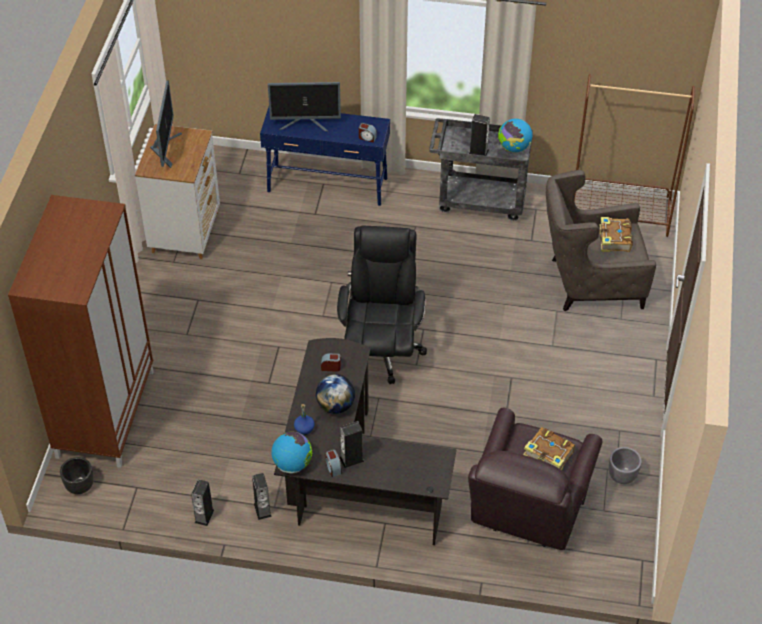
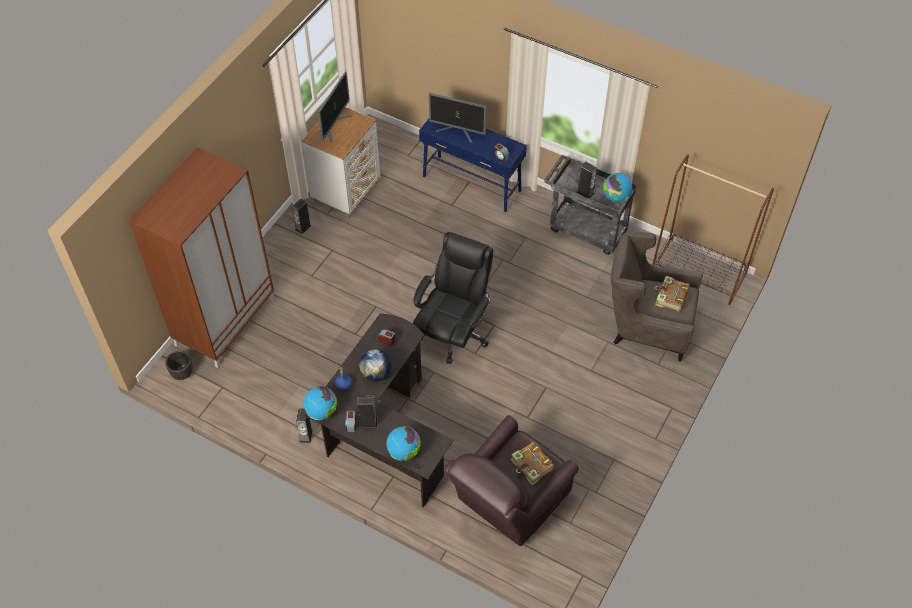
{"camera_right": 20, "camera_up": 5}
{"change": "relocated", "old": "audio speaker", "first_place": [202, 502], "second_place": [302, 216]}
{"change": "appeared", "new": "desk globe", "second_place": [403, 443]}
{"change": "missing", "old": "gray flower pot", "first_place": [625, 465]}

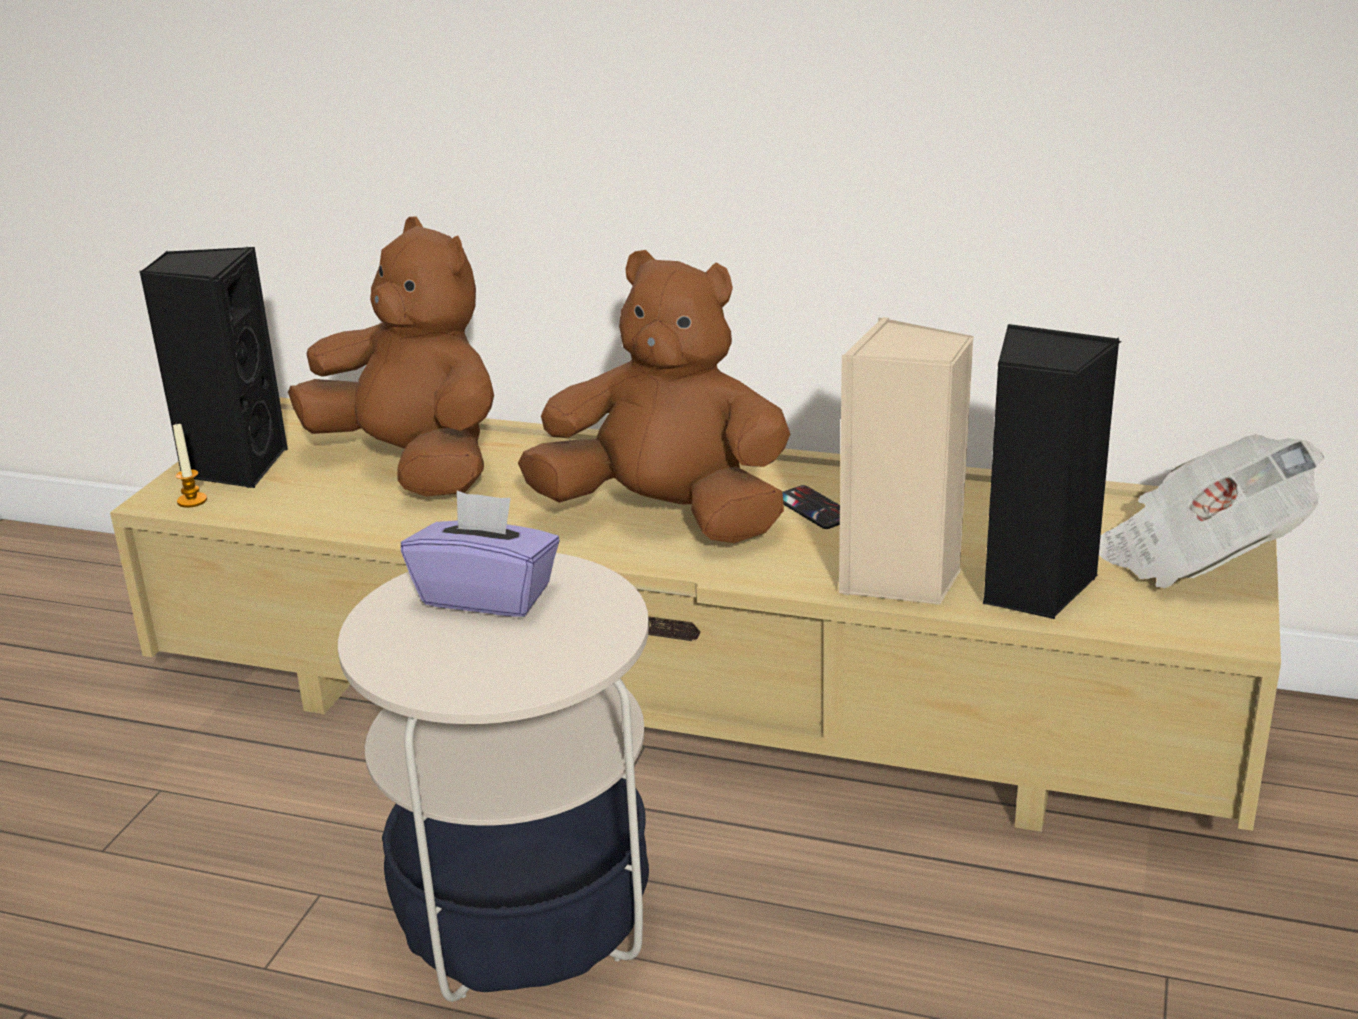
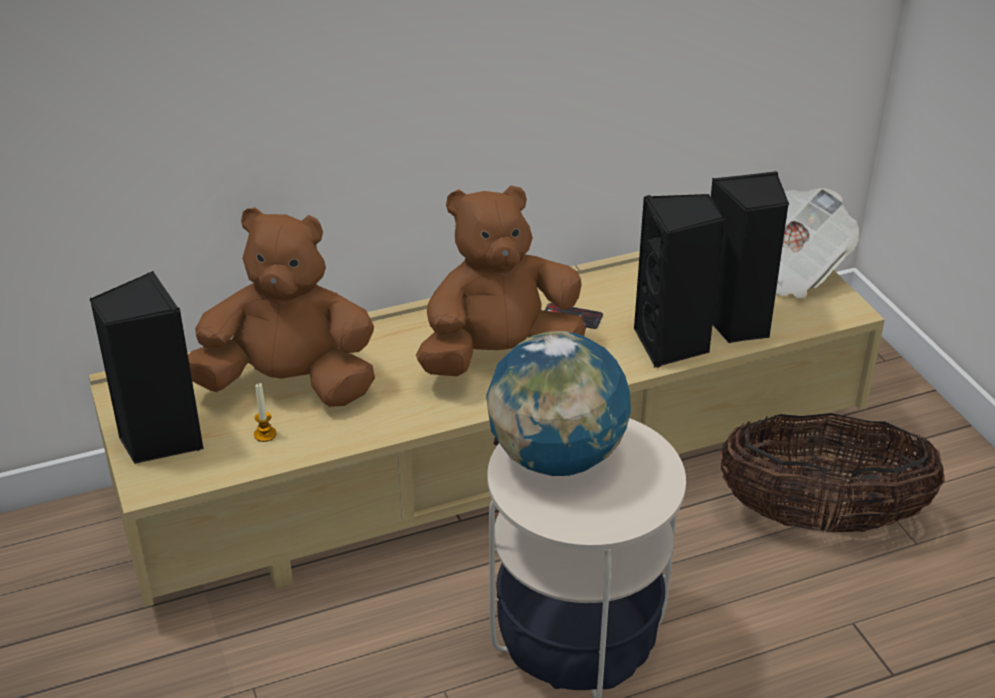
{"camera_right": -40, "camera_up": 10}
{"change": "relocated", "old": "wax light", "first_place": [190, 465], "second_place": [265, 412]}
{"change": "exchanged", "old": "purple-coloured tissue holder", "new": "desk globe", "first_place": [480, 554], "second_place": [558, 403]}
{"change": "colour", "old": "beige-coloured audio speaker", "new": "black audio speaker", "first_place": [906, 461], "second_place": [679, 281]}
{"change": "appeared", "new": "storage basket", "second_place": [832, 472]}

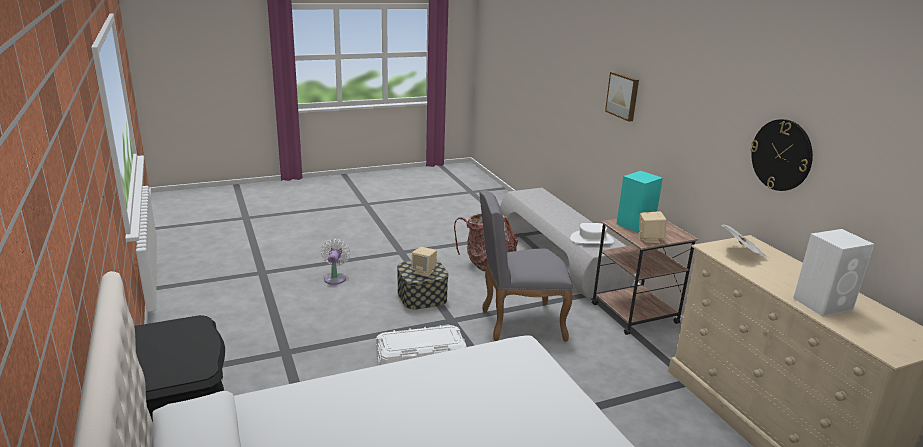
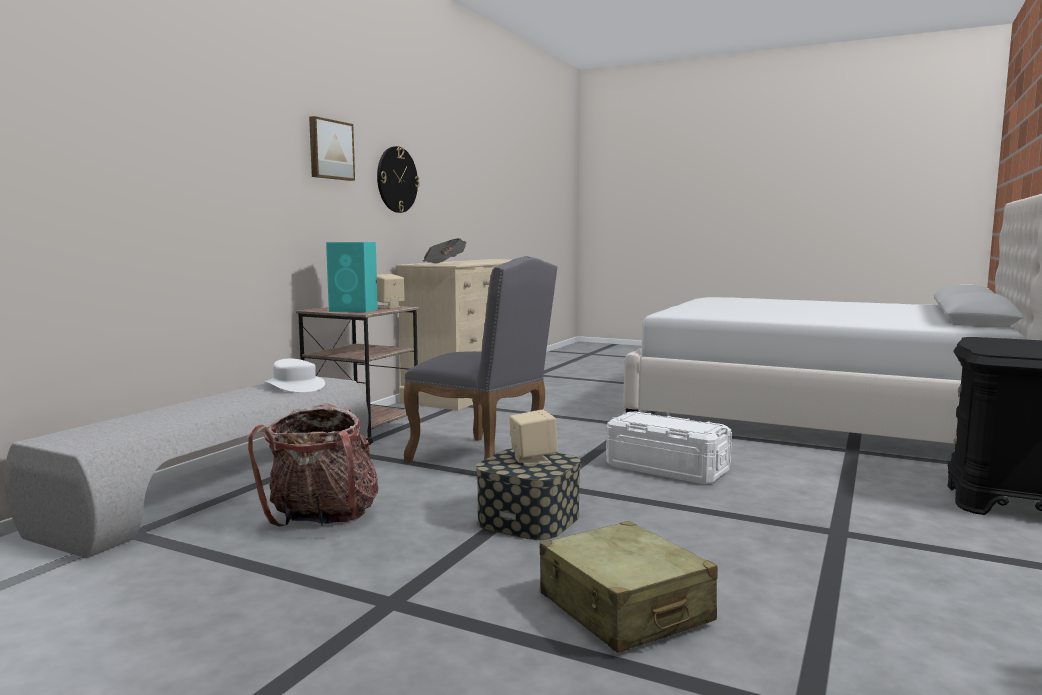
{"camera_right": -130, "camera_up": -15}
{"change": "relocated", "old": "wall picture", "first_place": [622, 97], "second_place": [332, 148]}
{"change": "exchanged", "old": "white-coloured cooling fan", "new": "beige-coloured suitcase", "first_place": [335, 262], "second_place": [629, 587]}
{"change": "missing", "old": "white-coloured audio speaker", "first_place": [833, 272]}

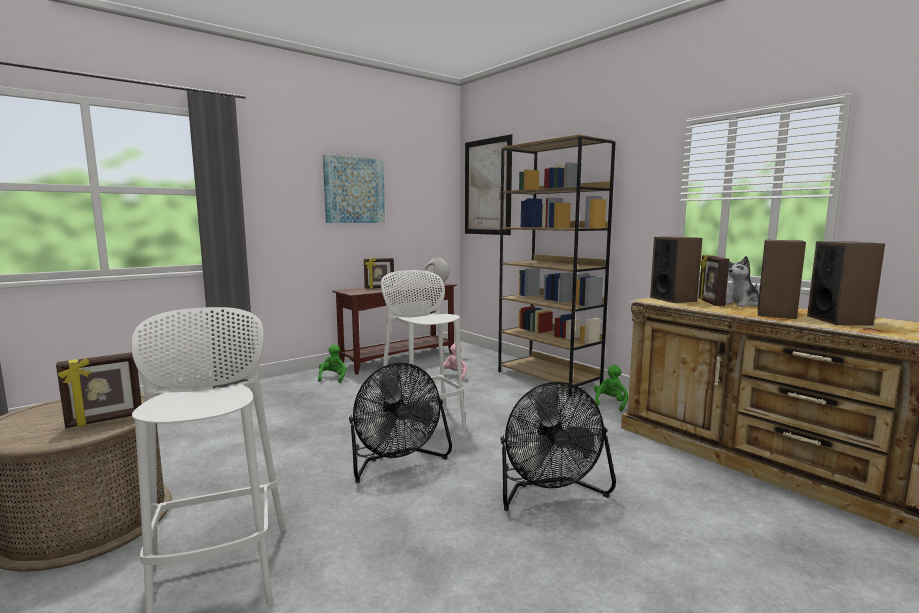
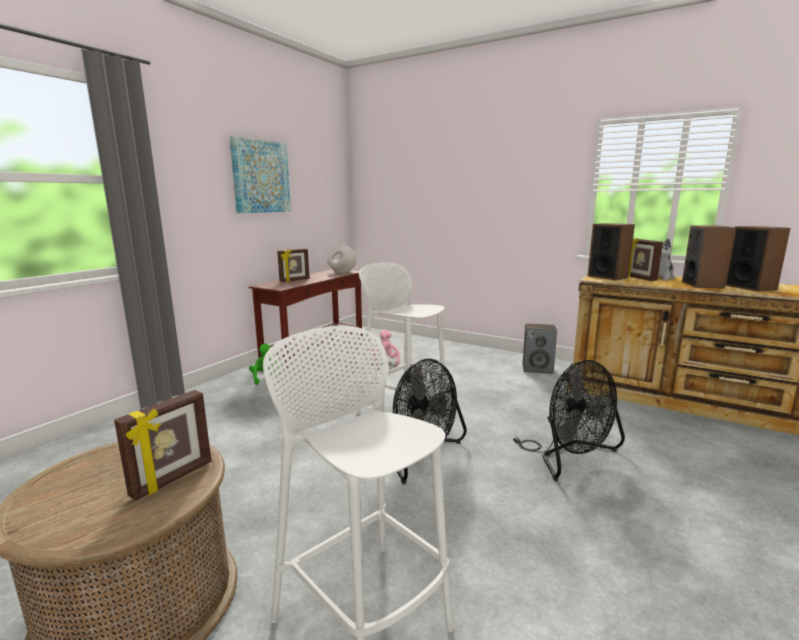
{"camera_right": -20, "camera_up": 5}
{"change": "exchanged", "old": "green plush toy", "new": "audio speaker", "first_place": [611, 388], "second_place": [540, 348]}
{"change": "missing", "old": "wall picture", "first_place": [488, 184]}
{"change": "missing", "old": "brown bookcase", "first_place": [557, 265]}

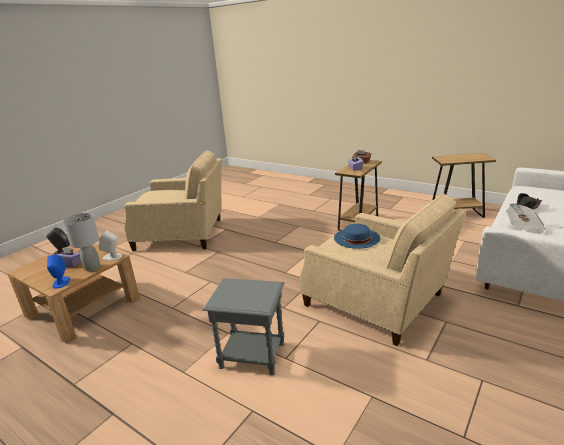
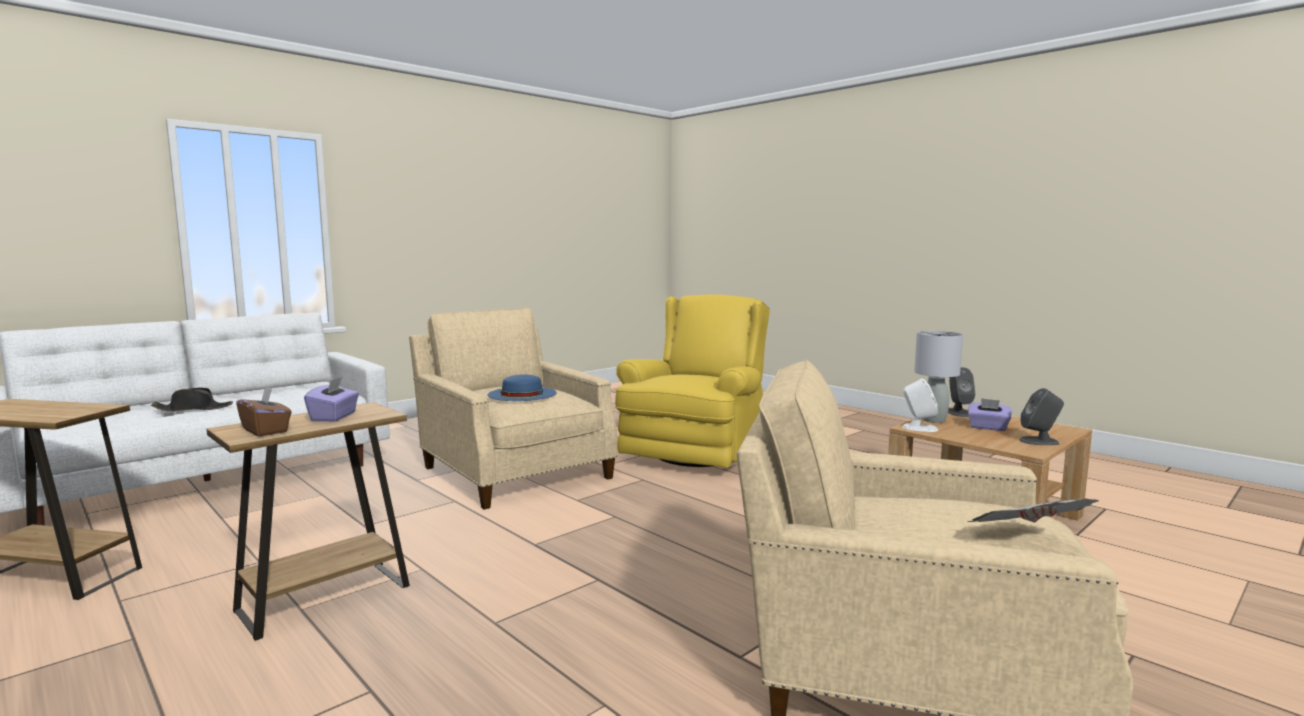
{"camera_right": -170, "camera_up": -15}
{"change": "exchanged", "old": "gray end table", "new": "yellow lounge chair", "first_place": [243, 326], "second_place": [692, 381]}
{"change": "colour", "old": "blue-coloured audio speaker", "new": "gray audio speaker", "first_place": [58, 272], "second_place": [961, 392]}
{"change": "relocated", "old": "daily paper", "first_place": [526, 218], "second_place": [1033, 510]}

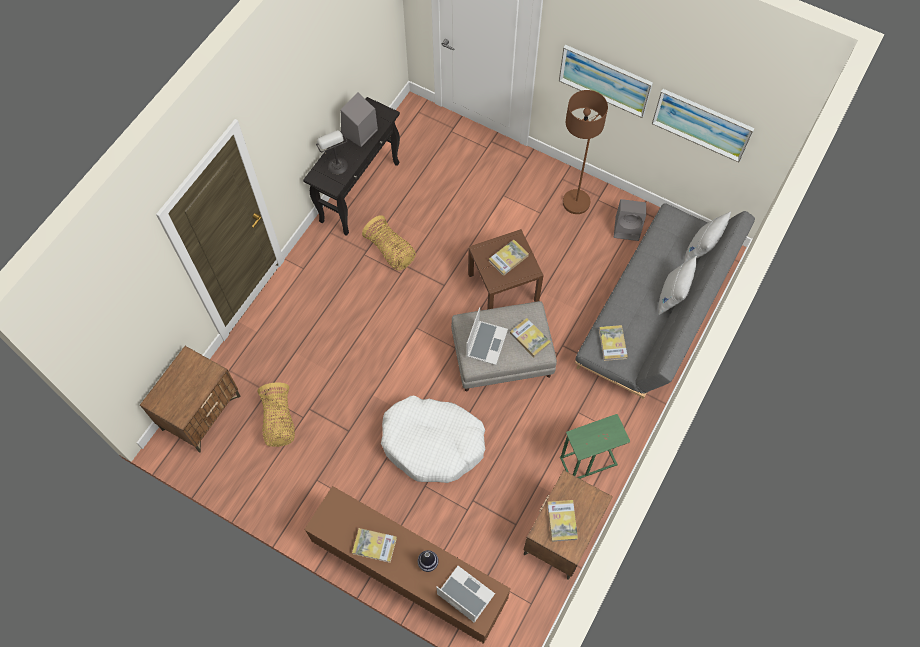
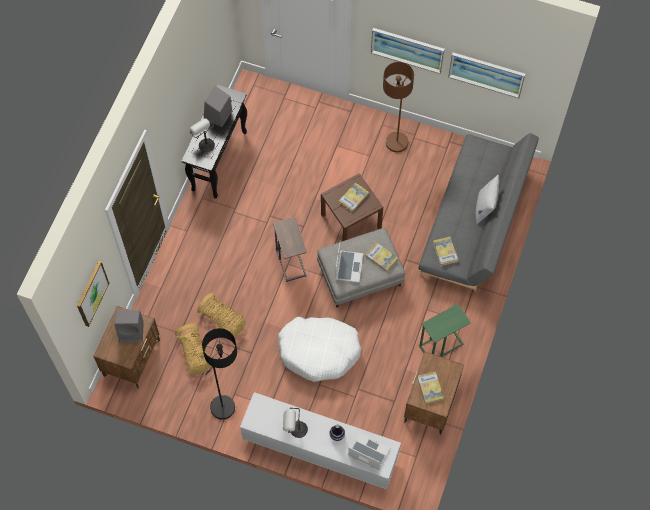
{"camera_right": -10, "camera_up": 0}
{"change": "appeared", "new": "wall picture", "second_place": [93, 294]}
{"change": "relocated", "old": "gray audio speaker", "first_place": [630, 220], "second_place": [129, 326]}
{"change": "relocated", "old": "storage basket", "first_place": [389, 243], "second_place": [221, 315]}
{"change": "appeared", "new": "black standing lamp", "second_place": [219, 374]}
{"change": "colour", "old": "brown tv unit", "new": "white-coloured tv unit", "first_place": [407, 565], "second_place": [320, 441]}
{"change": "appeared", "new": "brown end table", "second_place": [290, 249]}
{"change": "exchanged", "old": "book", "new": "table lamp", "first_place": [374, 545], "second_place": [295, 423]}
{"change": "missing", "old": "gray throw pillow", "first_place": [707, 237]}

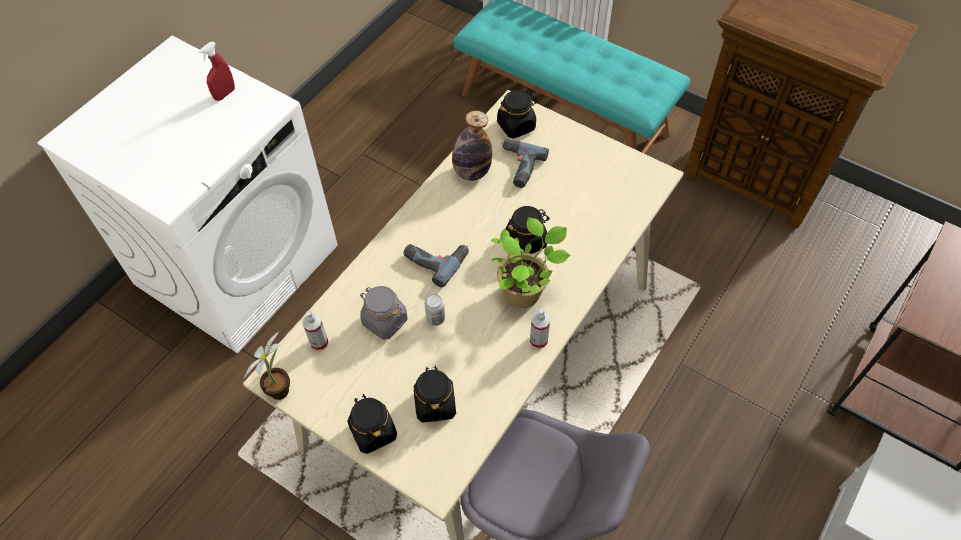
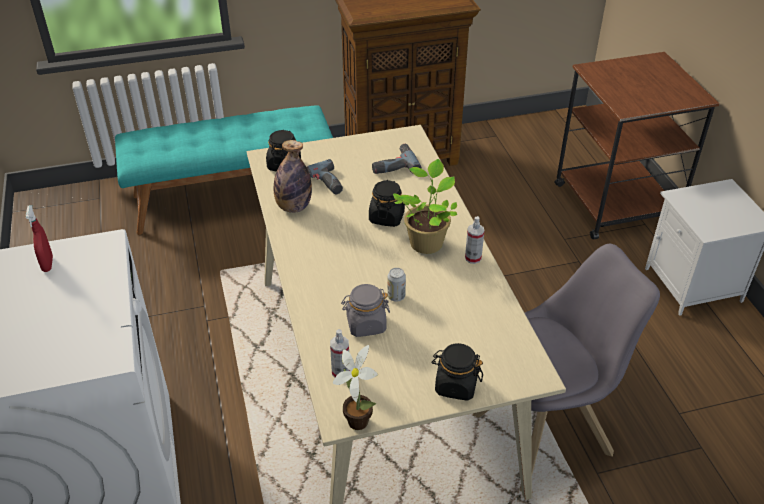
{"camera_right": -50, "camera_up": -15}
{"change": "relocated", "old": "drill", "first_place": [436, 266], "second_place": [397, 159]}
{"change": "missing", "old": "black jar", "first_place": [435, 393]}

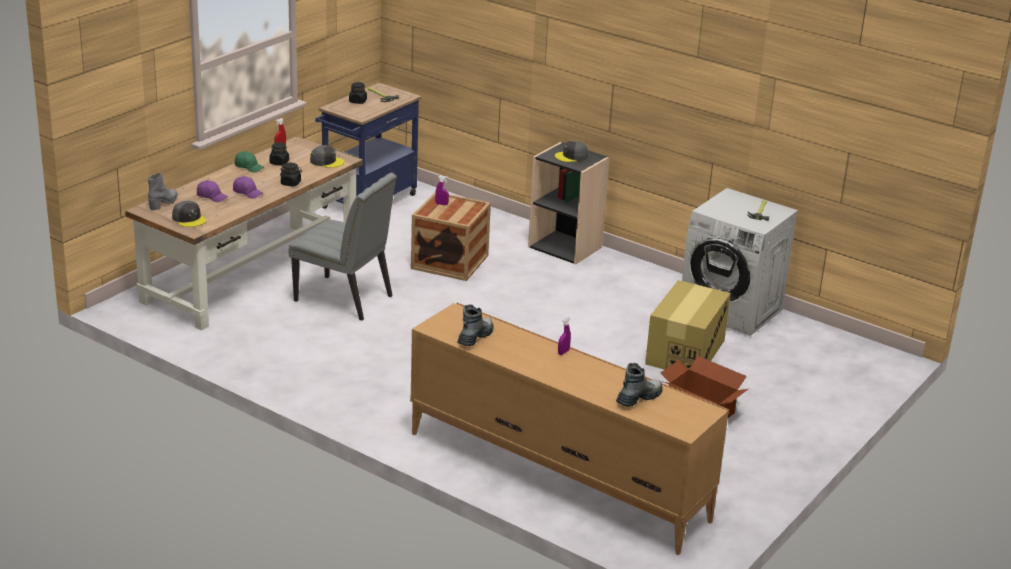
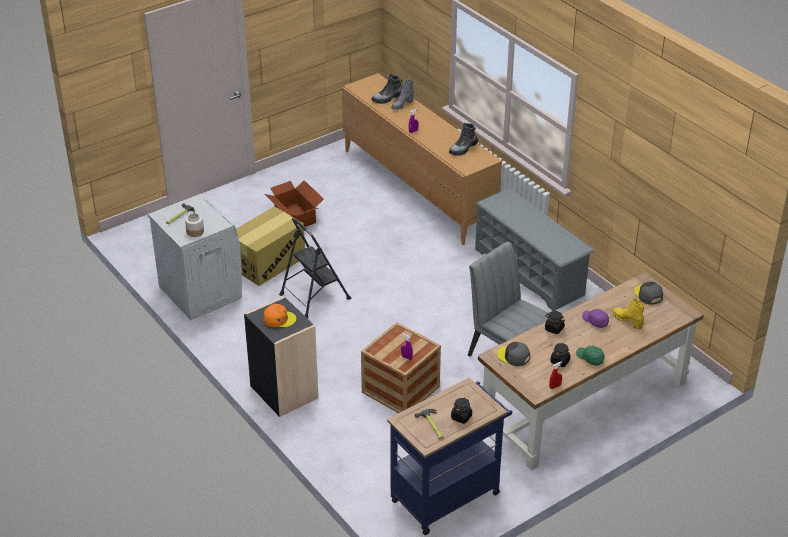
{"camera_right": -160, "camera_up": 10}
{"change": "appeared", "new": "jar", "second_place": [194, 225]}
{"change": "colour", "old": "gray cap", "new": "orange-coloured cap", "first_place": [571, 151], "second_place": [280, 315]}
{"change": "appeared", "new": "black stepladder", "second_place": [315, 267]}
{"change": "relocated", "old": "gray boot", "first_place": [162, 192], "second_place": [402, 95]}
{"change": "appeared", "new": "gray shoe stand", "second_place": [534, 249]}
{"change": "exchanged", "old": "purple-coloured cap", "new": "yellow boot", "first_place": [212, 191], "second_place": [628, 314]}

